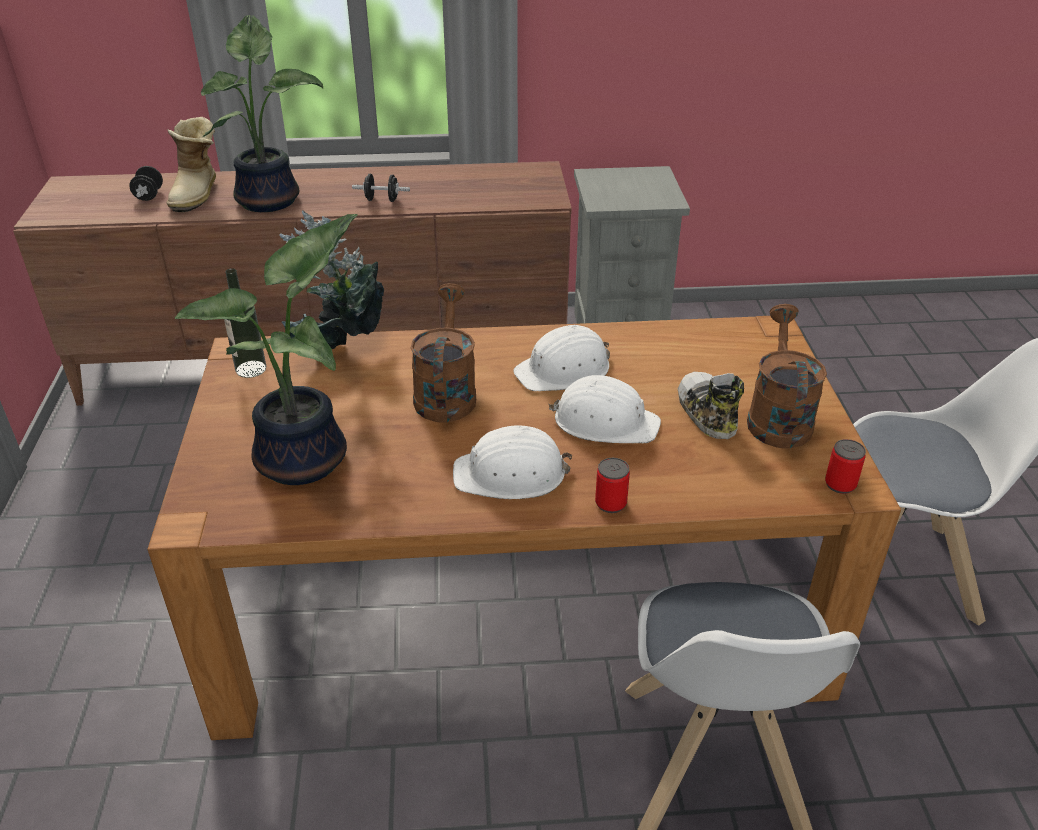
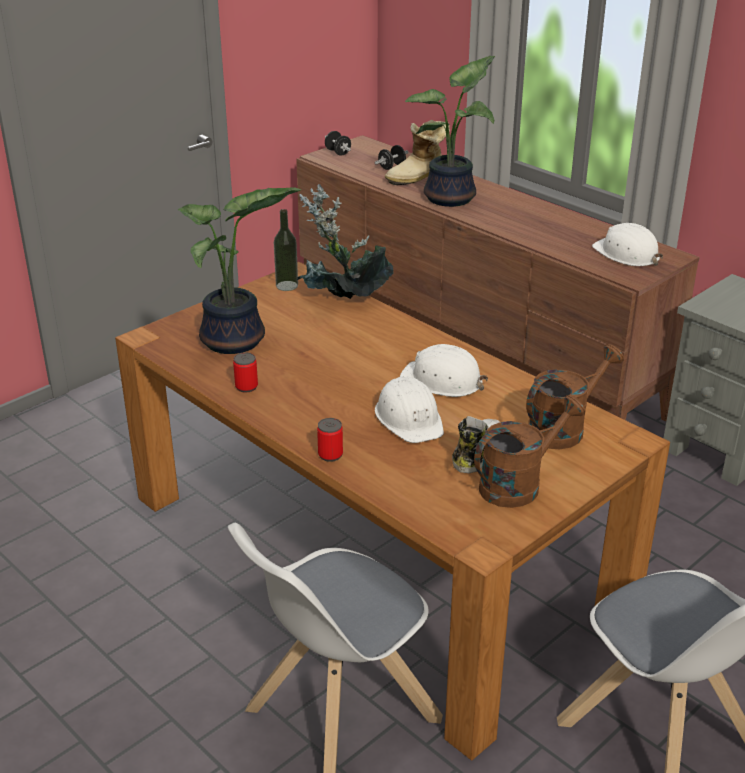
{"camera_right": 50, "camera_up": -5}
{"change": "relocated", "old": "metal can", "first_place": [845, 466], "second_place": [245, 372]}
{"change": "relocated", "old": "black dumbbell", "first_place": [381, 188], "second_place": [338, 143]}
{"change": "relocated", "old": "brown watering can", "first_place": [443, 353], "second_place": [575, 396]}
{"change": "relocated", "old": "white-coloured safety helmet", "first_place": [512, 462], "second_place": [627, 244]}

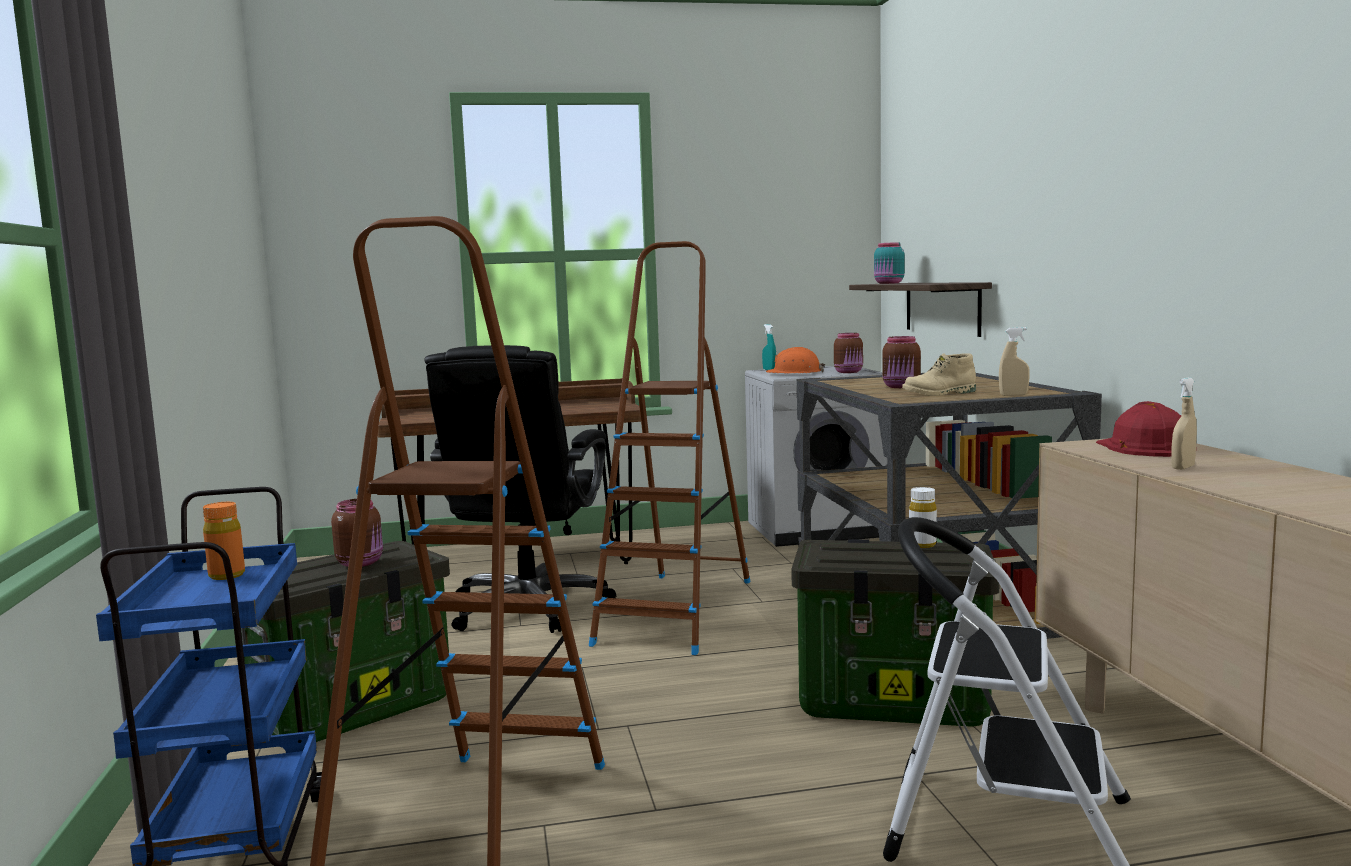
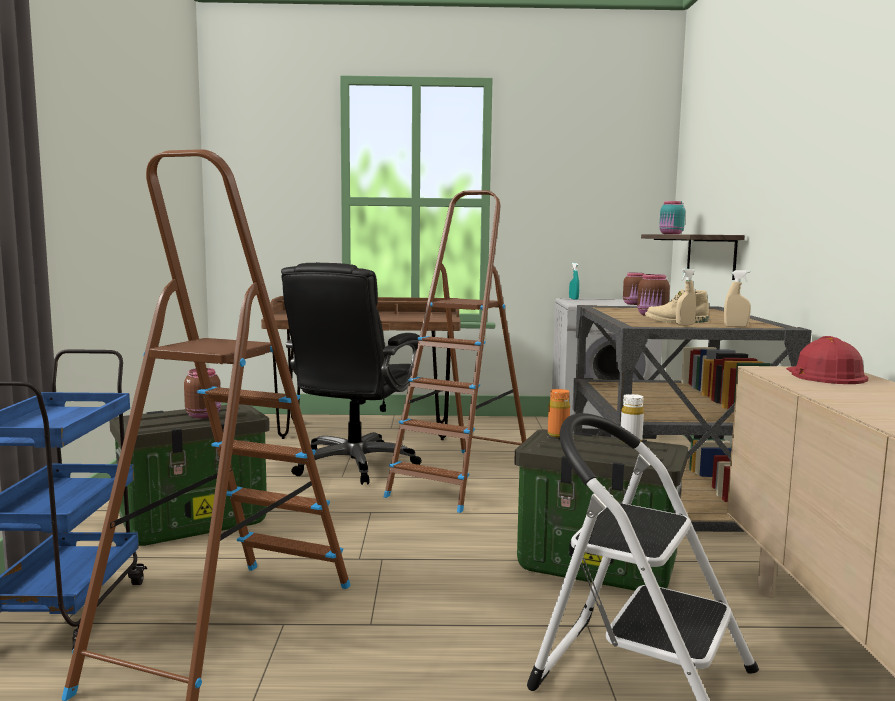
{"camera_right": 10, "camera_up": 0}
{"change": "relocated", "old": "orange-coloured bottle", "first_place": [224, 541], "second_place": [559, 413]}
{"change": "relocated", "old": "beige-coloured hand sprayer", "first_place": [1184, 423], "second_place": [686, 297]}
{"change": "missing", "old": "orange-coloured safety helmet", "first_place": [795, 360]}

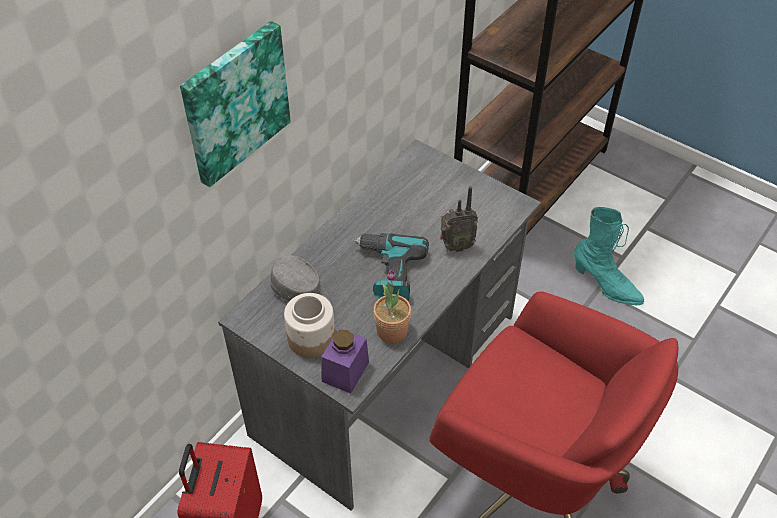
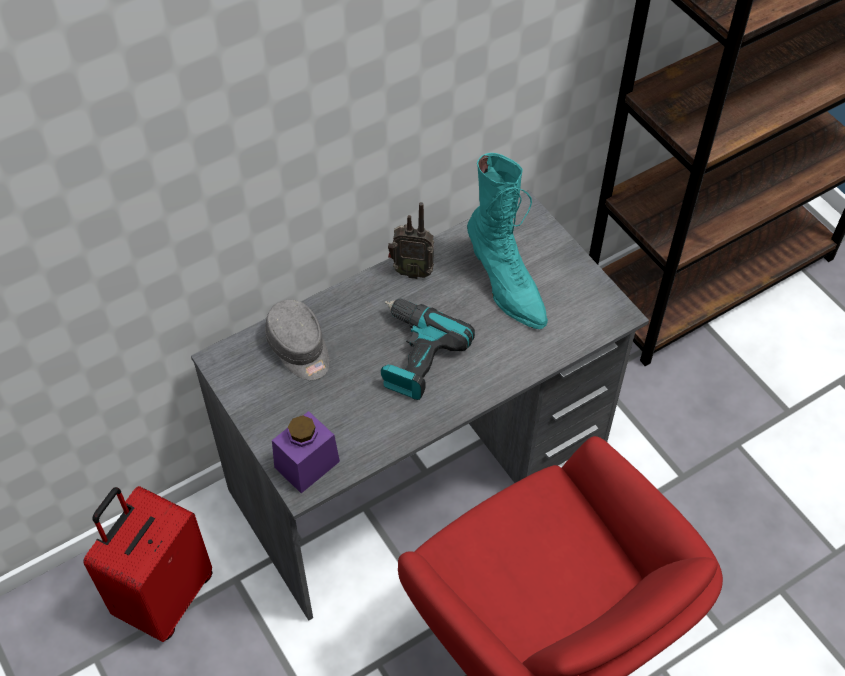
{"camera_right": 20, "camera_up": 5}
{"change": "relocated", "old": "radio receiver", "first_place": [459, 219], "second_place": [411, 240]}
{"change": "relocated", "old": "turquoise boot", "first_place": [609, 256], "second_place": [507, 241]}
{"change": "missing", "old": "wall picture", "first_place": [235, 104]}
{"change": "missing", "old": "jar", "first_place": [309, 325]}
{"change": "missing", "old": "plant in a pot", "first_place": [392, 306]}

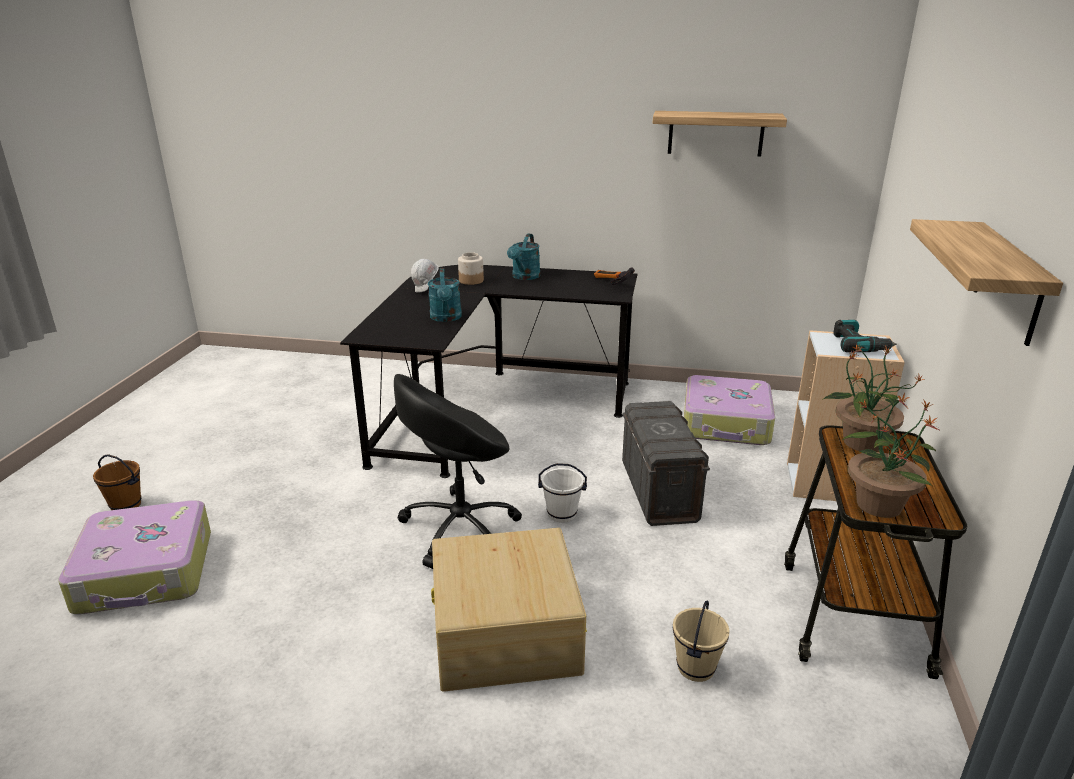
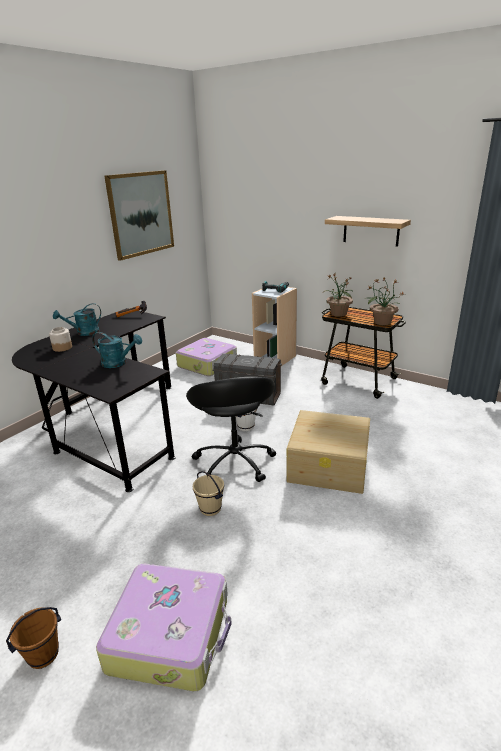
{"camera_right": -65, "camera_up": 0}
{"change": "spun", "old": "turquoise watering can", "first_place": [523, 257], "second_place": [77, 319], "degrees": 105}
{"change": "exchanged", "old": "bracket shelf", "new": "wall picture", "first_place": [720, 134], "second_place": [139, 215]}
{"change": "relocated", "old": "beige-coloured water bucket", "first_place": [701, 641], "second_place": [208, 493]}
{"change": "missing", "old": "white-coloured safety helmet", "first_place": [425, 276]}

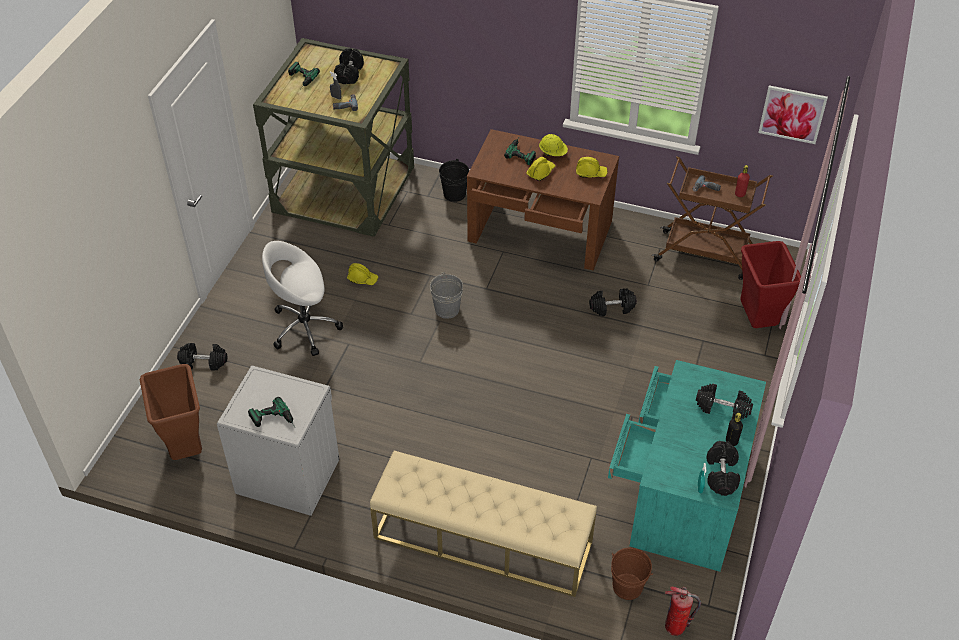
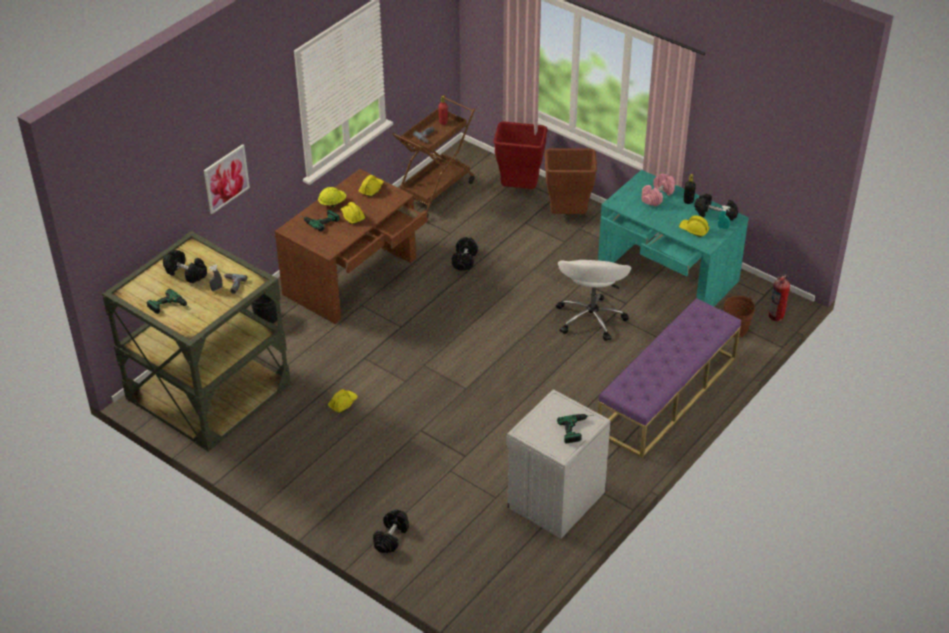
{"camera_right": -70, "camera_up": -5}
{"change": "relocated", "old": "wall picture", "first_place": [793, 115], "second_place": [227, 179]}
{"change": "relocated", "old": "brown waste bin", "first_place": [170, 412], "second_place": [571, 181]}
{"change": "relocated", "old": "white-coloured computer chair", "first_place": [302, 298], "second_place": [593, 300]}
{"change": "colour", "old": "beige-coloured indoor bench", "new": "purple-coloured indoor bench", "first_place": [483, 524], "second_place": [669, 378]}
{"change": "colour", "old": "black dumbbell", "new": "pink dumbbell", "first_place": [724, 402], "second_place": [658, 190]}
{"change": "appeared", "new": "yellow safety helmet", "second_place": [694, 226]}
{"change": "missing", "old": "gray water bucket", "first_place": [446, 295]}

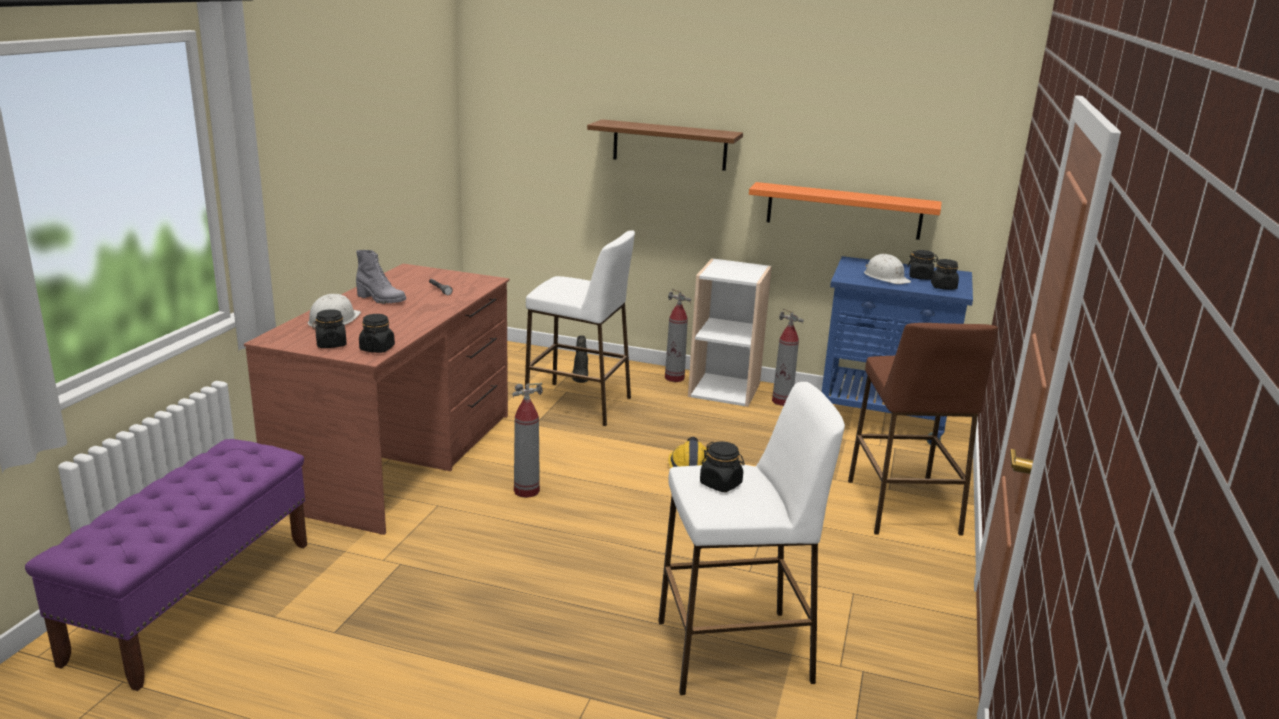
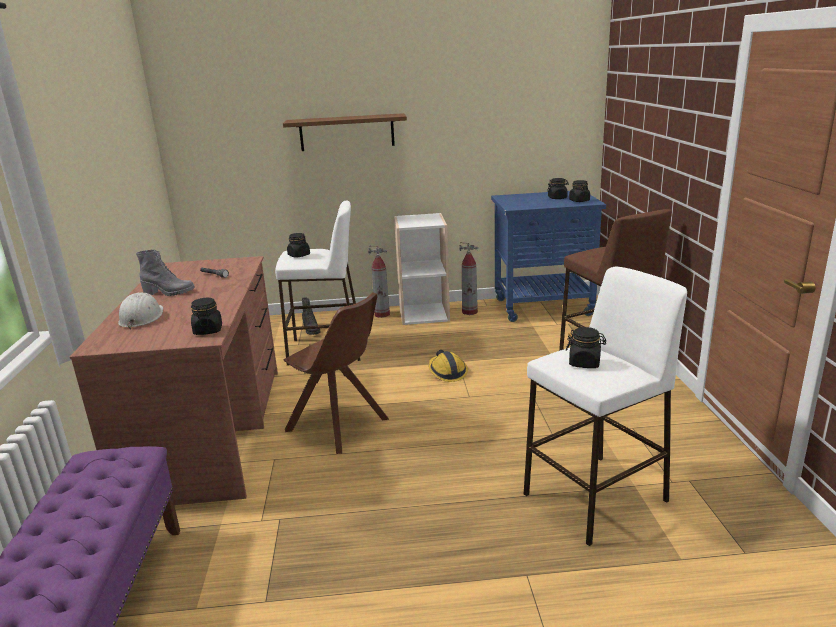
{"camera_right": -20, "camera_up": 0}
{"change": "exchanged", "old": "extinguisher", "new": "brown chair", "first_place": [527, 440], "second_place": [336, 373]}
{"change": "relocated", "old": "black jar", "first_place": [331, 328], "second_place": [298, 245]}
{"change": "missing", "old": "orange-coloured bracket shelf", "first_place": [845, 211]}
{"change": "missing", "old": "white-coloured safety helmet", "first_place": [887, 269]}

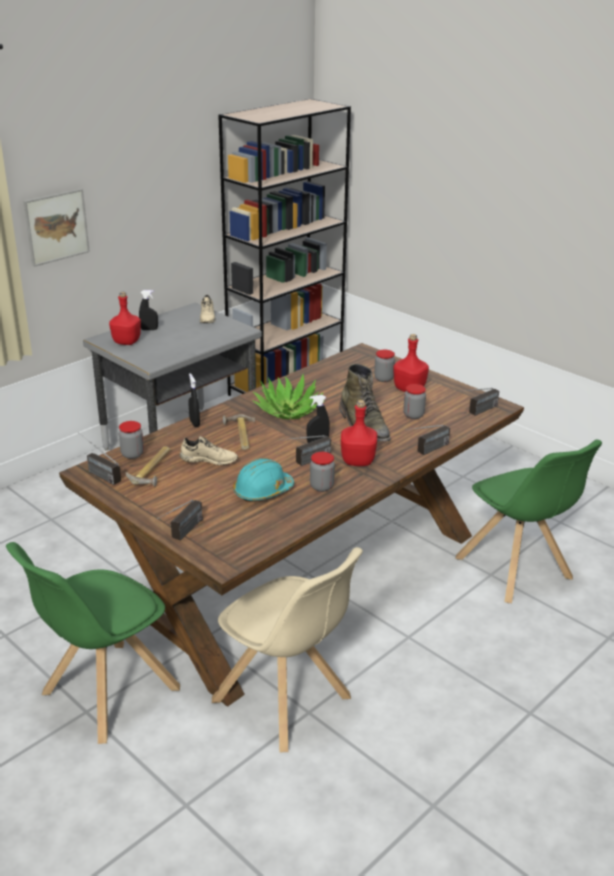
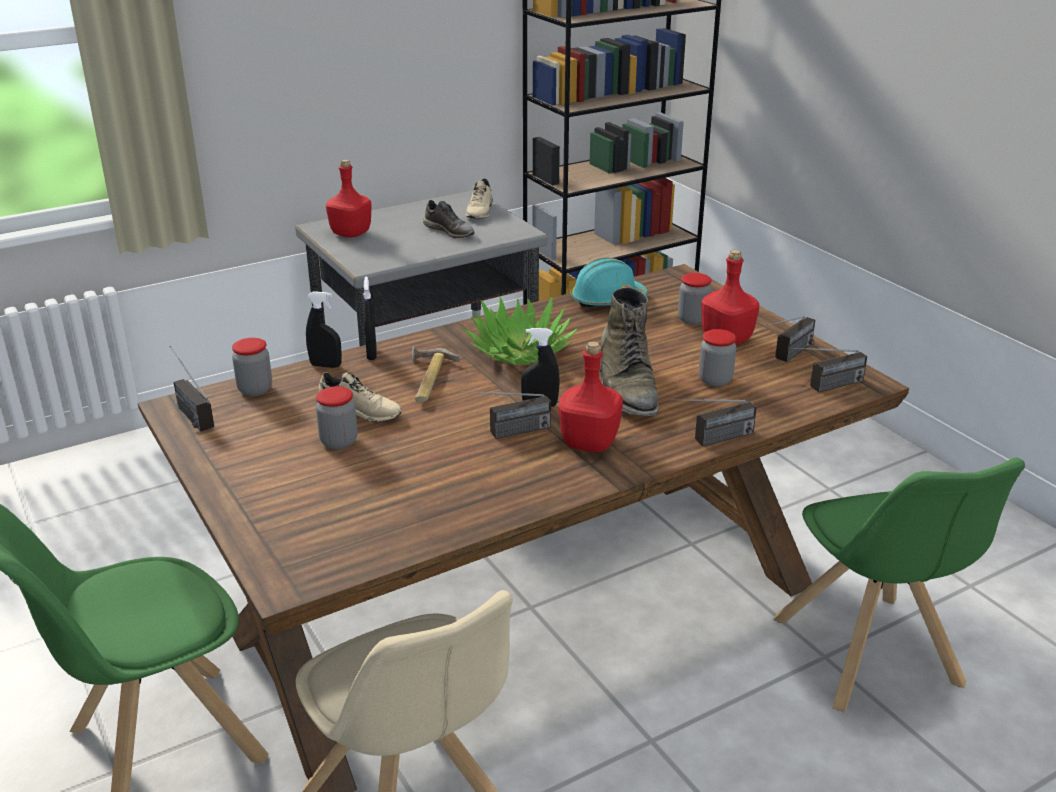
{"camera_right": 15, "camera_up": 0}
{"change": "relocated", "old": "black hand sprayer", "first_place": [148, 310], "second_place": [324, 329]}
{"change": "relocated", "old": "jar", "first_place": [322, 472], "second_place": [337, 418]}
{"change": "appeared", "new": "gray low shoe", "second_place": [449, 219]}
{"change": "relocated", "old": "turquoise safety helmet", "first_place": [263, 480], "second_place": [608, 282]}
{"change": "relocated", "old": "radio receiver", "first_place": [180, 520], "second_place": [791, 339]}
{"change": "missing", "old": "wall picture", "first_place": [56, 228]}
{"change": "missing", "old": "hammer", "first_place": [148, 466]}

